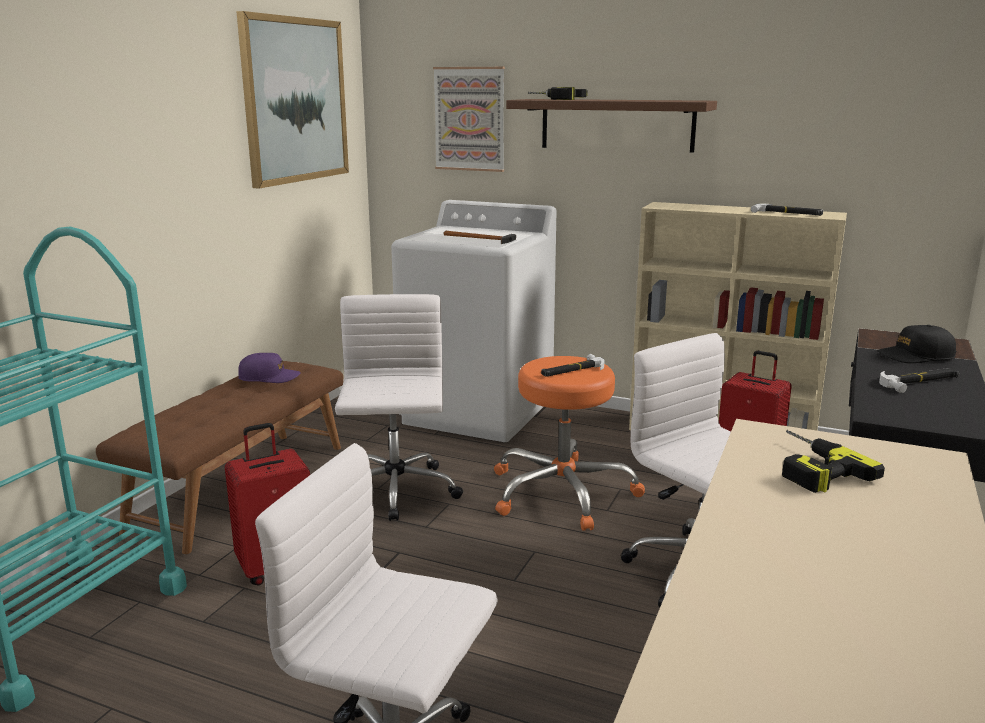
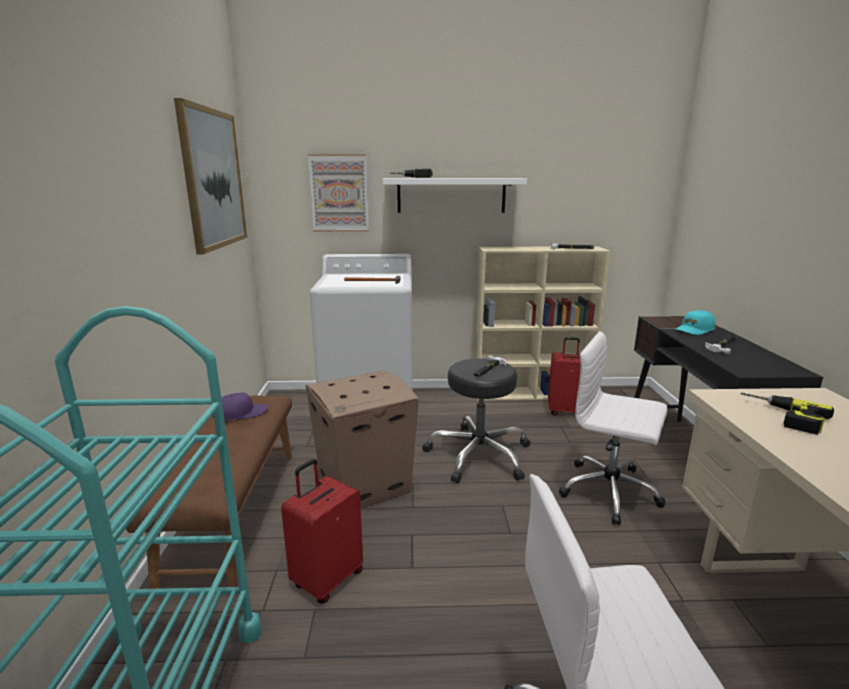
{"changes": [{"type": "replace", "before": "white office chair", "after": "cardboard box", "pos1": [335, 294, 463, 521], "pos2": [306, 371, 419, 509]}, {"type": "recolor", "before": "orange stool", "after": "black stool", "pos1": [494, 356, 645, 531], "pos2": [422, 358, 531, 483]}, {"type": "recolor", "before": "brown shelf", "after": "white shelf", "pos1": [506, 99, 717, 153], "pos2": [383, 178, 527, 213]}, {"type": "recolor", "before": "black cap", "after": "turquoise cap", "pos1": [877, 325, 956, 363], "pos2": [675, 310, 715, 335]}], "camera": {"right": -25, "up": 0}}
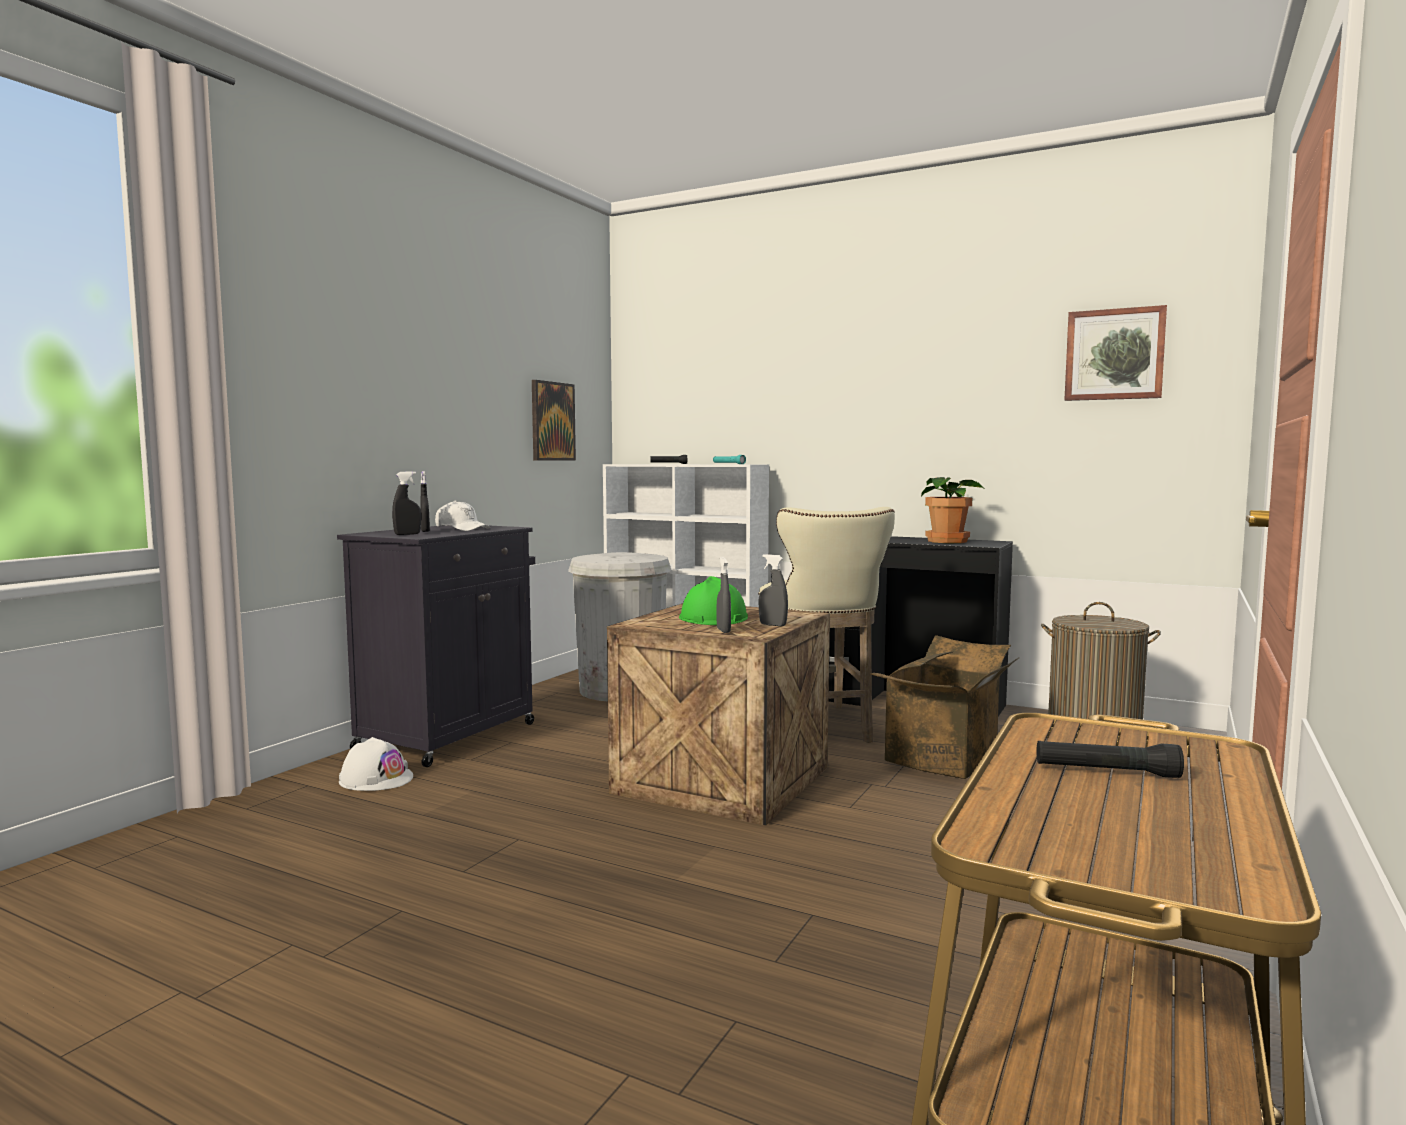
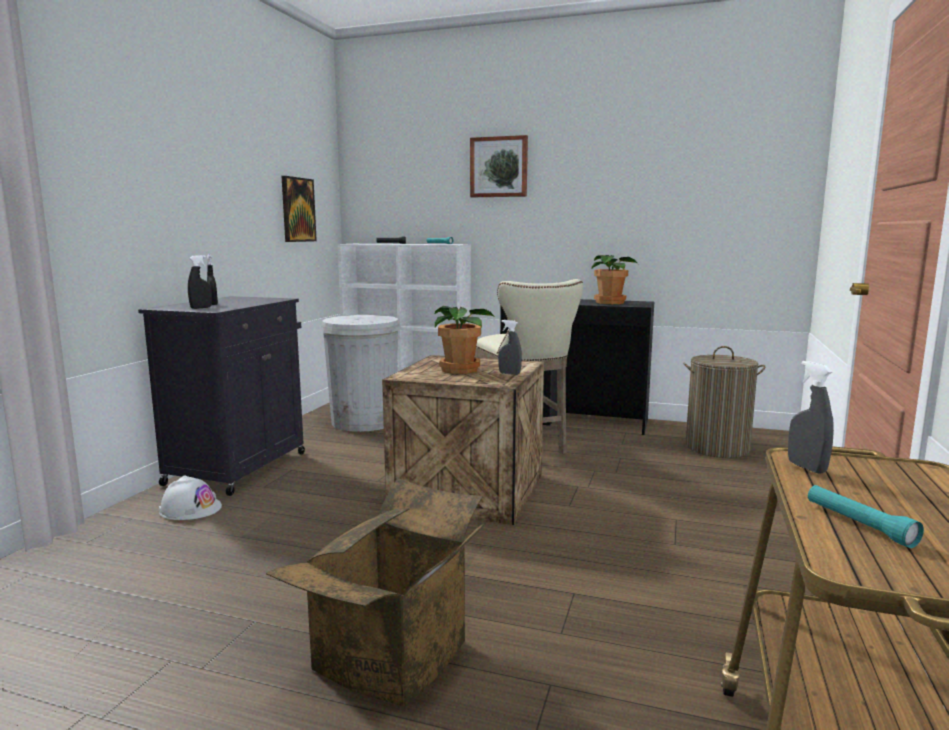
{"changes": [{"type": "delete", "before": "white cap", "pos1": [435, 500, 490, 531]}, {"type": "replace", "before": "green hard hat", "after": "potted plant", "pos1": [679, 576, 748, 625], "pos2": [435, 306, 495, 374]}, {"type": "move", "before": "grey spray bottle", "pos1": [717, 557, 731, 633], "pos2": [788, 361, 834, 474]}, {"type": "move", "before": "cardboard box", "pos1": [870, 635, 1019, 779], "pos2": [266, 478, 486, 707]}, {"type": "delete", "before": "black flashlight", "pos1": [1037, 741, 1184, 778]}, {"type": "move", "before": "picture", "pos1": [1064, 305, 1167, 401], "pos2": [470, 135, 528, 197]}, {"type": "insert", "after": "turquoise flashlight", "pos2": [808, 485, 924, 548]}], "camera": {"right": -10, "up": 5}}
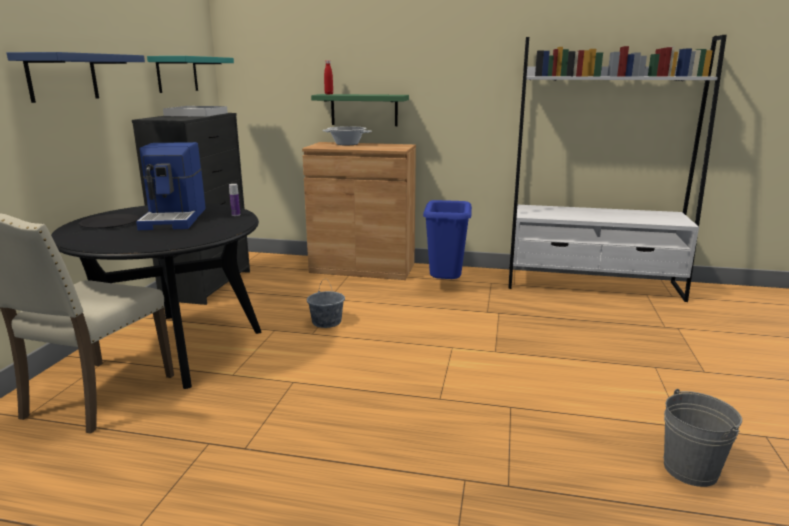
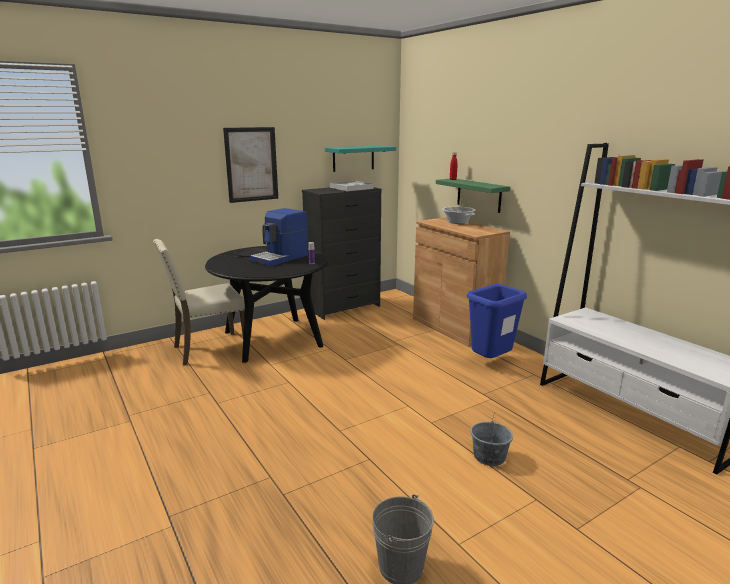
{"changes": [{"type": "replace", "before": "blue shelf", "after": "picture", "pos1": [6, 52, 145, 103], "pos2": [223, 127, 278, 203]}, {"type": "move", "before": "grey bucket", "pos1": [307, 279, 345, 328], "pos2": [471, 413, 513, 466]}], "camera": {"right": 45, "up": 0}}
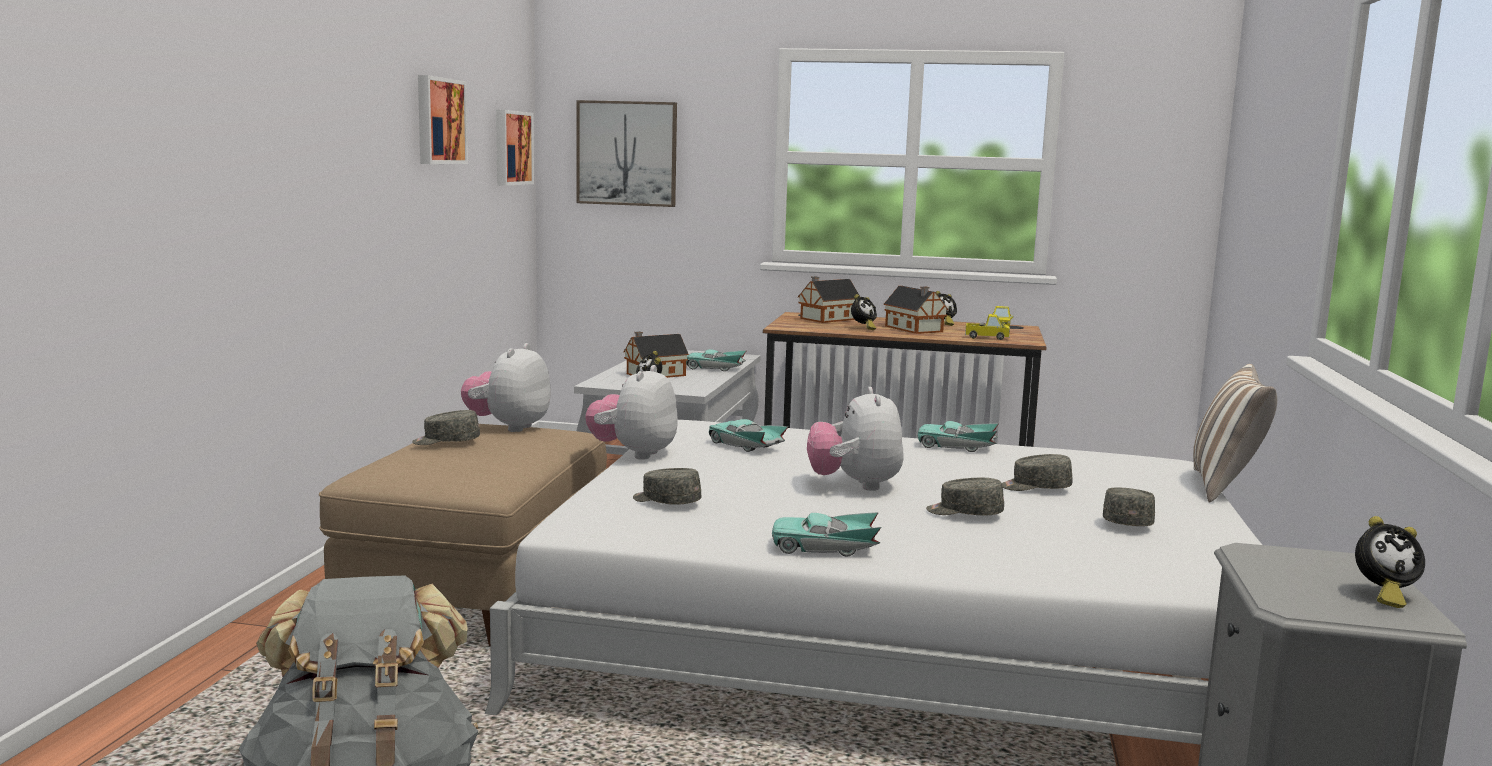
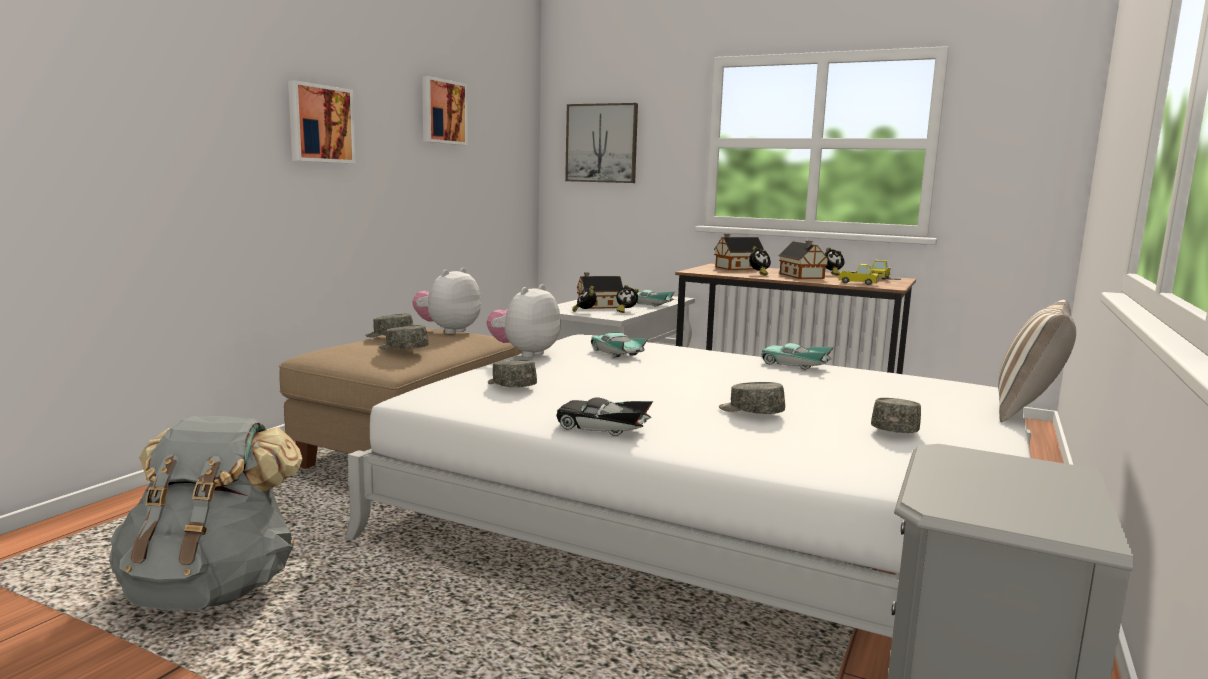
{"changes": [{"type": "move", "before": "picture", "pos1": [496, 110, 534, 186], "pos2": [288, 80, 356, 163]}, {"type": "recolor", "before": "turquoise toy car", "after": "black toy car", "pos1": [772, 512, 881, 557], "pos2": [556, 397, 653, 436]}, {"type": "delete", "before": "plush toy", "pos1": [807, 387, 904, 491]}, {"type": "move", "before": "grey cap", "pos1": [1002, 454, 1073, 491], "pos2": [378, 325, 429, 350]}, {"type": "move", "before": "alarm clock", "pos1": [1355, 516, 1425, 608], "pos2": [616, 285, 639, 313]}], "camera": {"right": 15, "up": 0}}
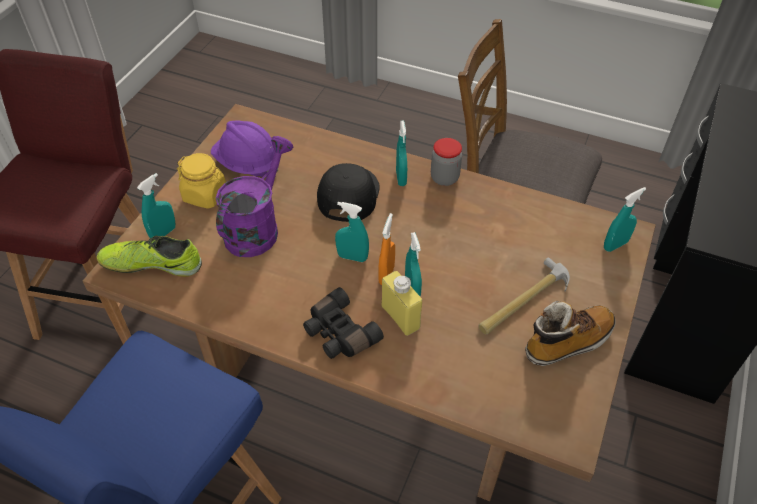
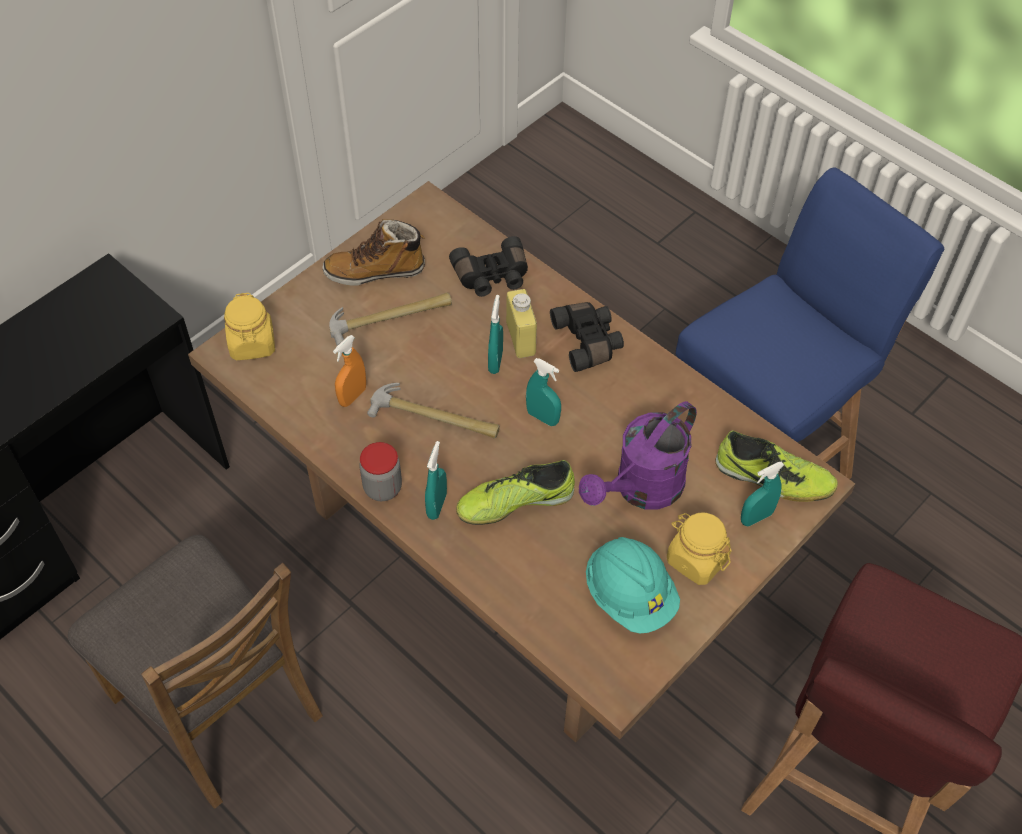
{"changes": [{"type": "recolor", "before": "purple hard hat", "after": "turquoise hard hat", "pos1": [211, 121, 279, 177], "pos2": [586, 537, 680, 633]}, {"type": "replace", "before": "black cap", "after": "shoe", "pos1": [317, 163, 380, 222], "pos2": [456, 460, 575, 525]}, {"type": "move", "before": "orange spray bottle", "pos1": [378, 213, 395, 285], "pos2": [333, 335, 366, 407]}, {"type": "replace", "before": "turquoise spray bottle", "after": "yellow jar", "pos1": [604, 187, 646, 252], "pos2": [224, 293, 275, 360]}, {"type": "insert", "after": "hammer", "pos2": [367, 383, 500, 438]}, {"type": "insert", "after": "black binoculars", "pos2": [449, 236, 528, 297]}], "camera": {"right": -160, "up": 5}}
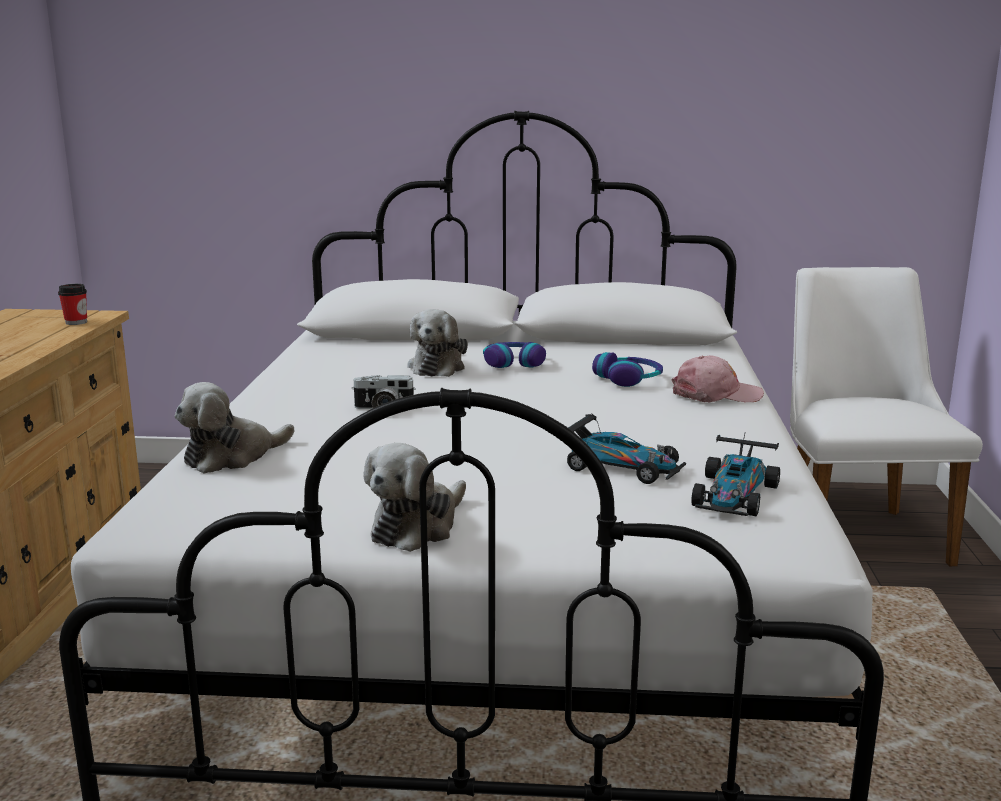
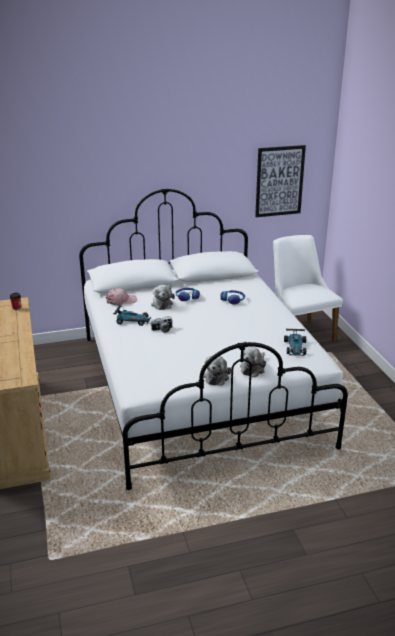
{"changes": [{"type": "move", "before": "plush toy", "pos1": [175, 382, 295, 474], "pos2": [240, 346, 266, 377]}, {"type": "move", "before": "toy car", "pos1": [567, 413, 686, 484], "pos2": [113, 305, 151, 326]}, {"type": "move", "before": "pink cap", "pos1": [671, 355, 764, 402], "pos2": [105, 288, 137, 306]}, {"type": "insert", "after": "picture", "pos2": [255, 145, 306, 217]}], "camera": {"right": -20, "up": 10}}
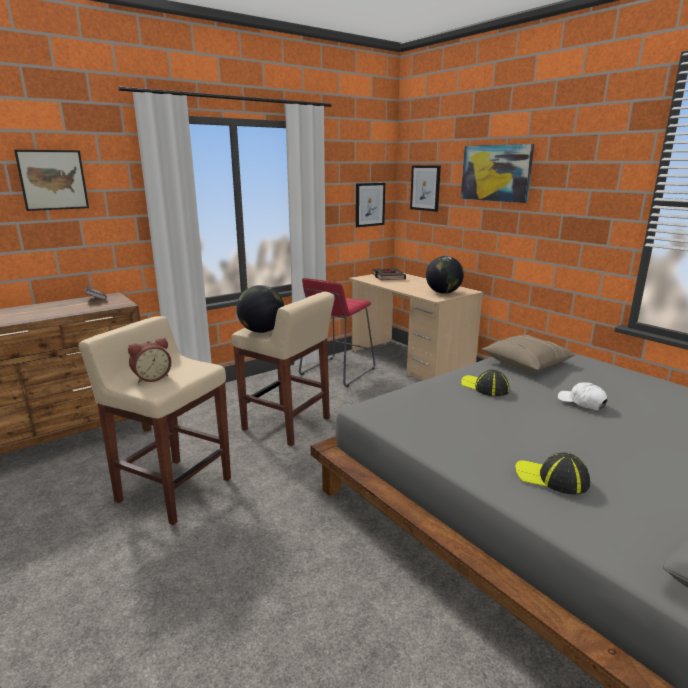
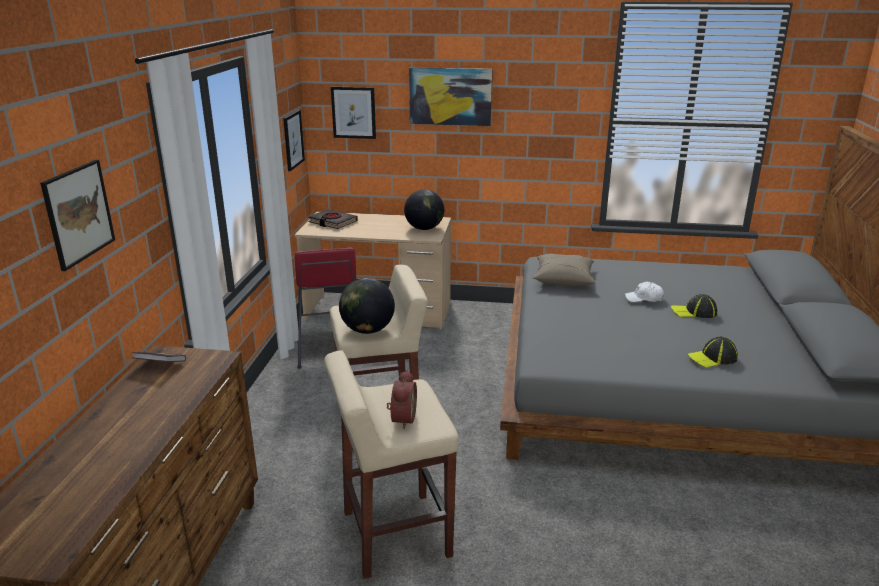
{"changes": [{"type": "move", "before": "cap", "pos1": [461, 370, 509, 396], "pos2": [671, 294, 717, 318]}], "camera": {"right": -45, "up": 5}}
